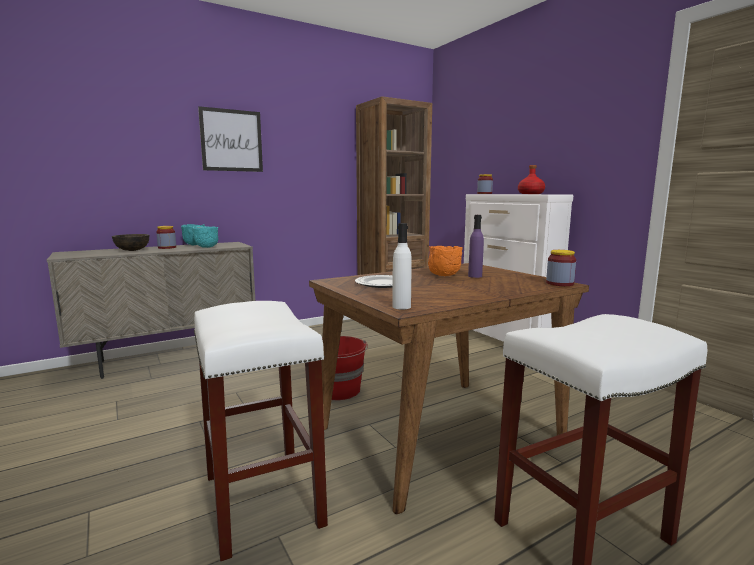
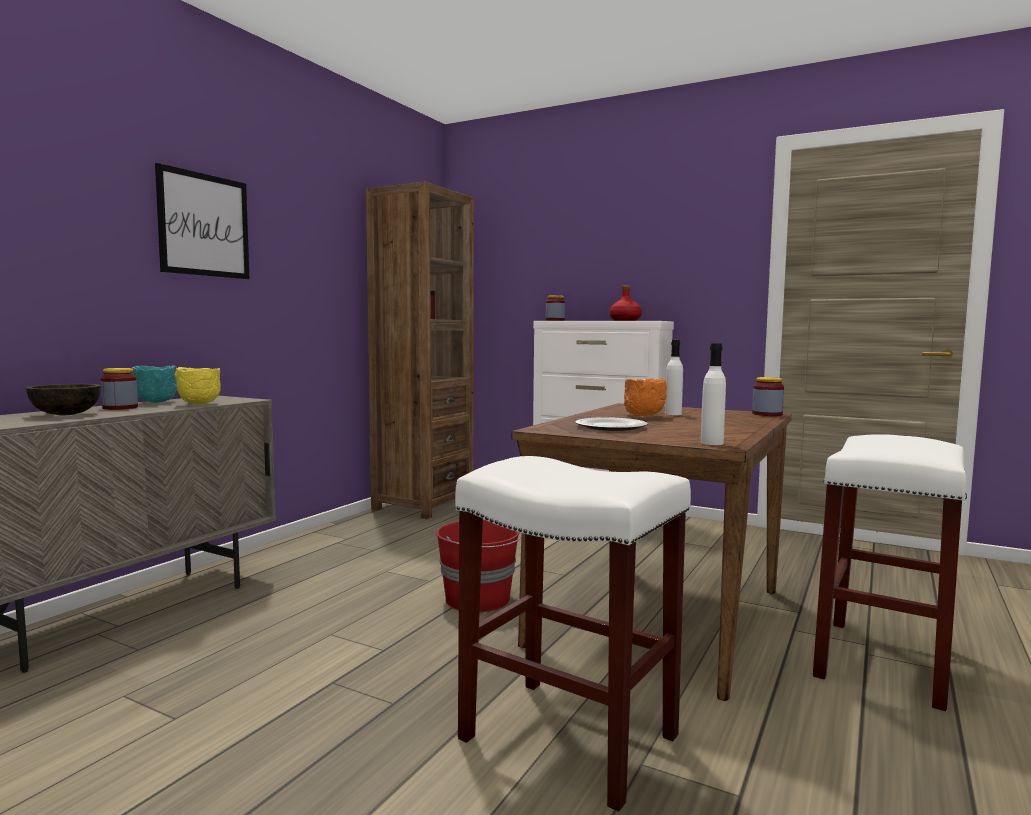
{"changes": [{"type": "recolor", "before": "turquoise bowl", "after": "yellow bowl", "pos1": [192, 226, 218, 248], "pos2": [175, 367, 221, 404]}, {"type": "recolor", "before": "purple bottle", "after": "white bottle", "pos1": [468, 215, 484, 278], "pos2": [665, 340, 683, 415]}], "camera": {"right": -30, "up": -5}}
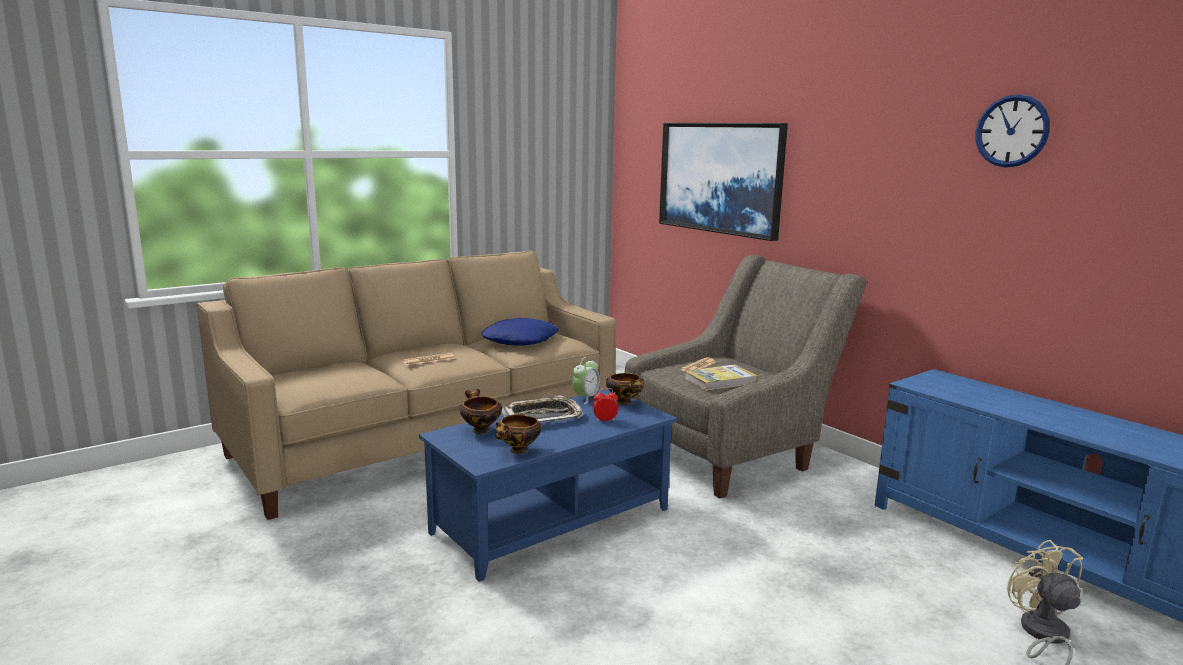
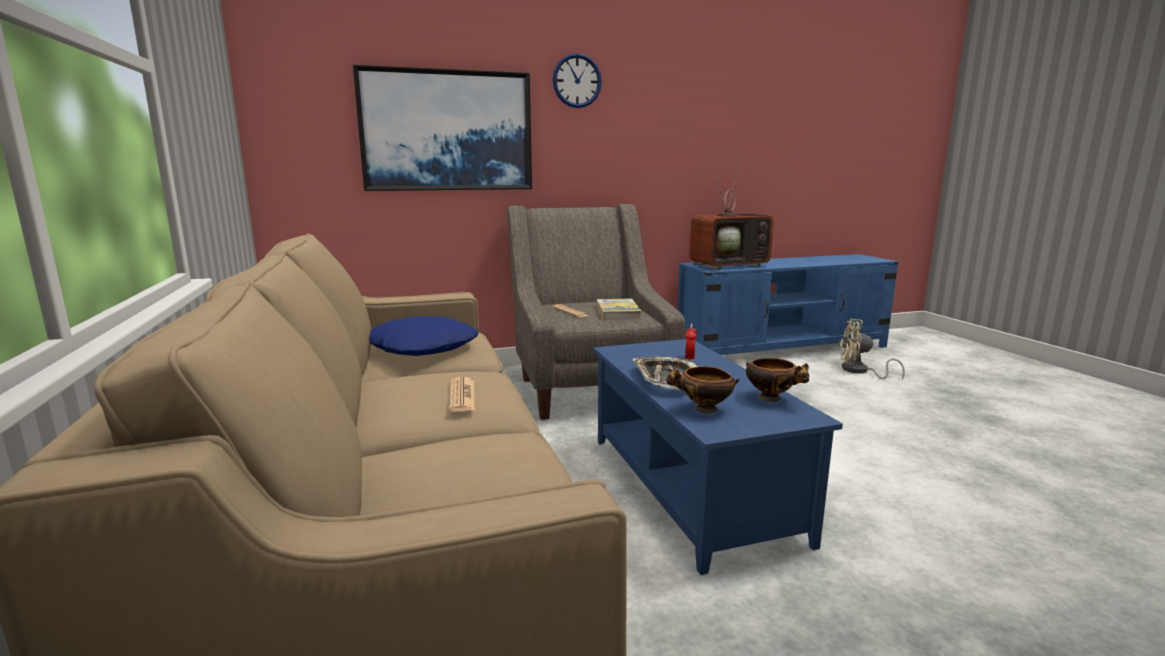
{"changes": [{"type": "delete", "before": "alarm clock", "pos1": [572, 357, 600, 404]}, {"type": "delete", "before": "bowl", "pos1": [606, 373, 644, 405]}, {"type": "move", "before": "wall clock", "pos1": [976, 94, 1050, 168], "pos2": [553, 53, 602, 108]}, {"type": "insert", "after": "television", "pos2": [689, 170, 774, 270]}], "camera": {"right": -70, "up": 0}}
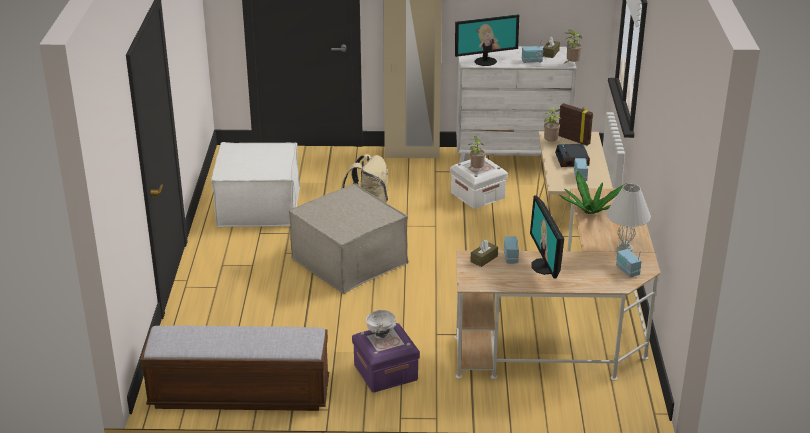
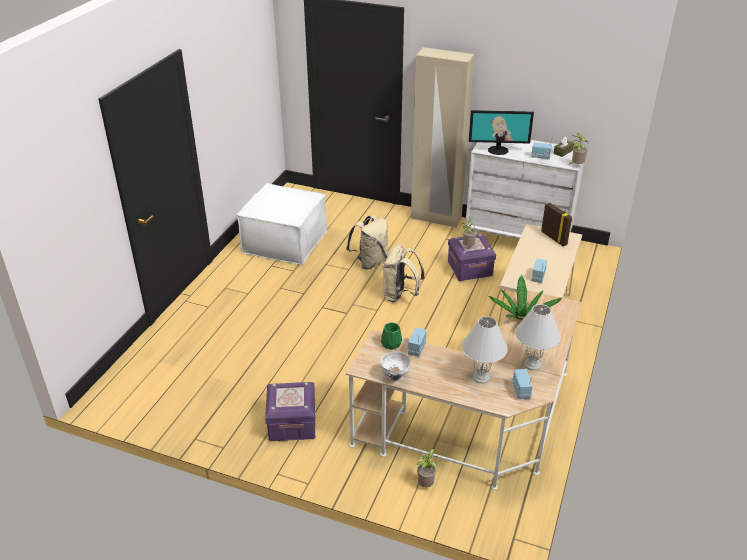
{"changes": [{"type": "delete", "before": "bench", "pos1": [140, 326, 329, 411]}, {"type": "delete", "before": "beige ottoman", "pos1": [289, 183, 408, 294]}, {"type": "move", "before": "white bowl", "pos1": [366, 310, 396, 339], "pos2": [380, 352, 411, 382]}, {"type": "recolor", "before": "white storage box", "after": "purple storage box", "pos1": [450, 157, 508, 209], "pos2": [448, 234, 496, 281]}, {"type": "replace", "before": "brown tissue box", "after": "green vase", "pos1": [470, 239, 498, 267], "pos2": [381, 323, 402, 350]}, {"type": "delete", "before": "monitor", "pos1": [530, 195, 564, 279]}, {"type": "move", "before": "potted plant", "pos1": [544, 107, 560, 141], "pos2": [417, 449, 437, 487]}, {"type": "delete", "before": "alarm clock", "pos1": [555, 144, 590, 167]}, {"type": "insert", "after": "beige backpack", "pos2": [382, 245, 425, 302]}, {"type": "insert", "after": "white table lamp", "pos2": [461, 316, 508, 384]}], "camera": {"right": 20, "up": 5}}
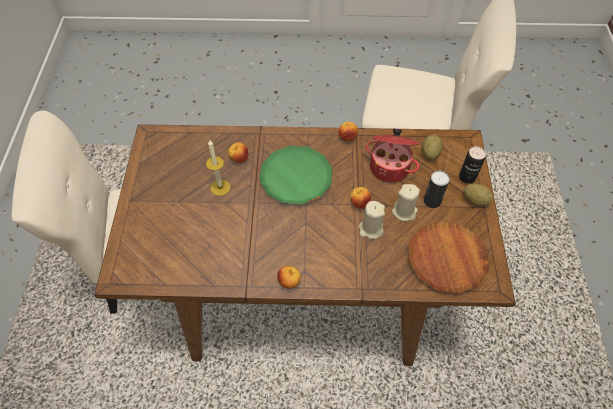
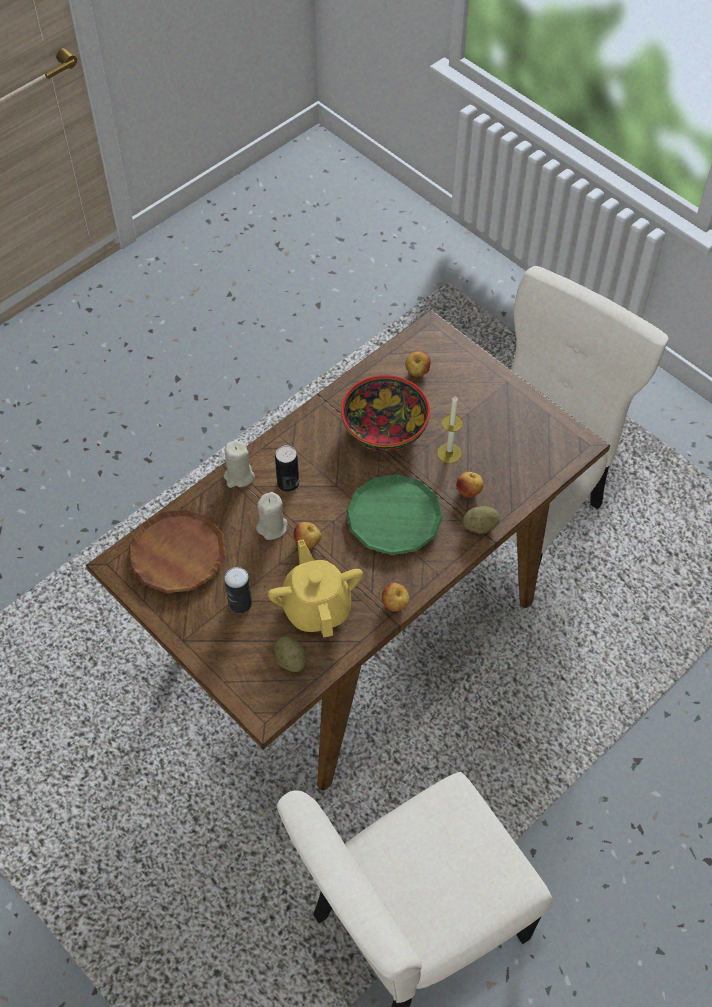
{"changes": [{"type": "move", "before": "apple", "pos1": [277, 266, 301, 289], "pos2": [405, 351, 431, 377]}, {"type": "replace", "before": "cooking pot", "after": "yellow teapot", "pos1": [366, 128, 419, 183], "pos2": [268, 539, 363, 638]}, {"type": "move", "before": "beige candle", "pos1": [392, 184, 420, 221], "pos2": [224, 441, 255, 488]}, {"type": "move", "before": "can", "pos1": [459, 146, 486, 184], "pos2": [275, 445, 299, 492]}, {"type": "move", "before": "potato", "pos1": [464, 184, 493, 206], "pos2": [463, 506, 500, 534]}, {"type": "insert", "after": "bowl", "pos2": [341, 375, 430, 452]}], "camera": {"right": 135, "up": 0}}
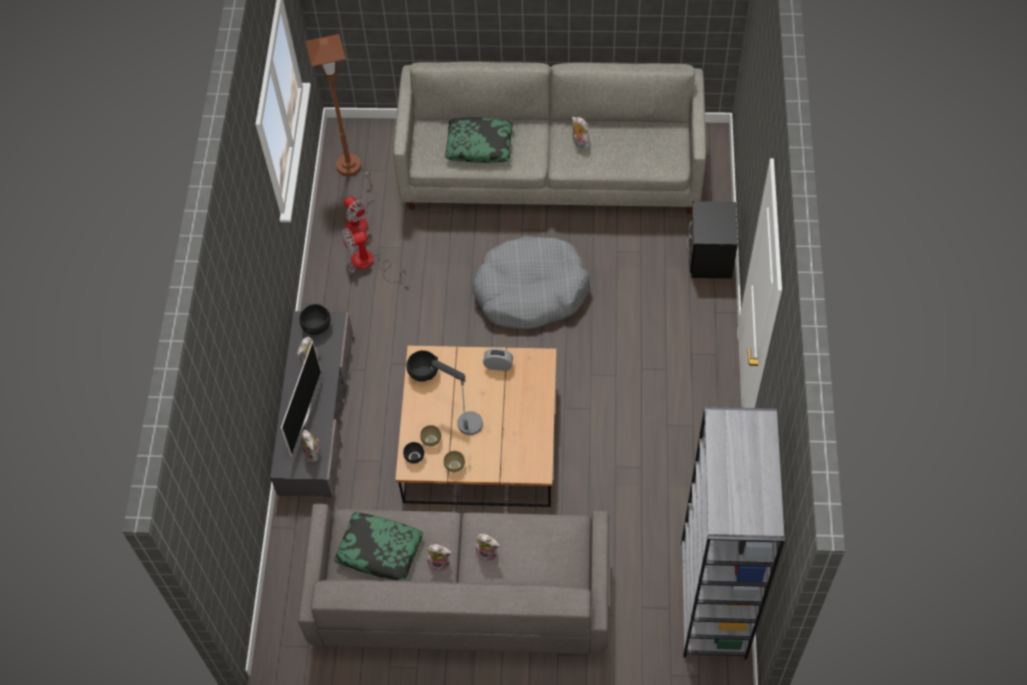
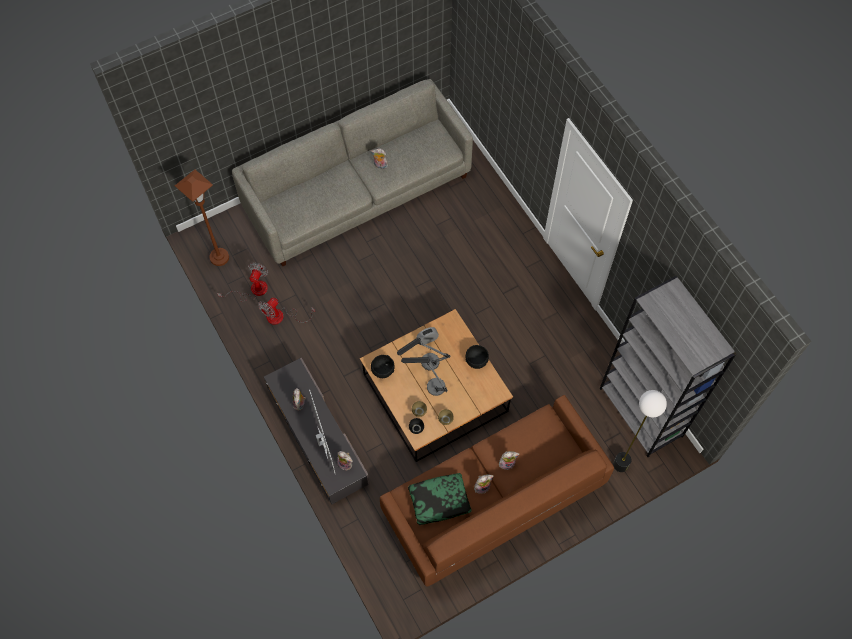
{"changes": [{"type": "recolor", "before": "grey sofa", "after": "brown sofa", "pos1": [298, 504, 609, 654], "pos2": [380, 395, 614, 586]}, {"type": "move", "before": "black bowl", "pos1": [299, 304, 331, 335], "pos2": [465, 345, 489, 369]}, {"type": "rotate", "before": "fan", "pos1": [344, 171, 374, 234], "pos2": [217, 263, 268, 302], "turn": -90}, {"type": "delete", "before": "pillow", "pos1": [445, 118, 513, 163]}, {"type": "delete", "before": "grey dog bed", "pos1": [472, 236, 590, 329]}, {"type": "delete", "before": "black nightstand", "pos1": [687, 201, 738, 279]}, {"type": "insert", "after": "table lamp", "pos2": [397, 338, 450, 370]}, {"type": "insert", "after": "floor lamp", "pos2": [613, 390, 667, 472]}], "camera": {"right": -35, "up": 5}}
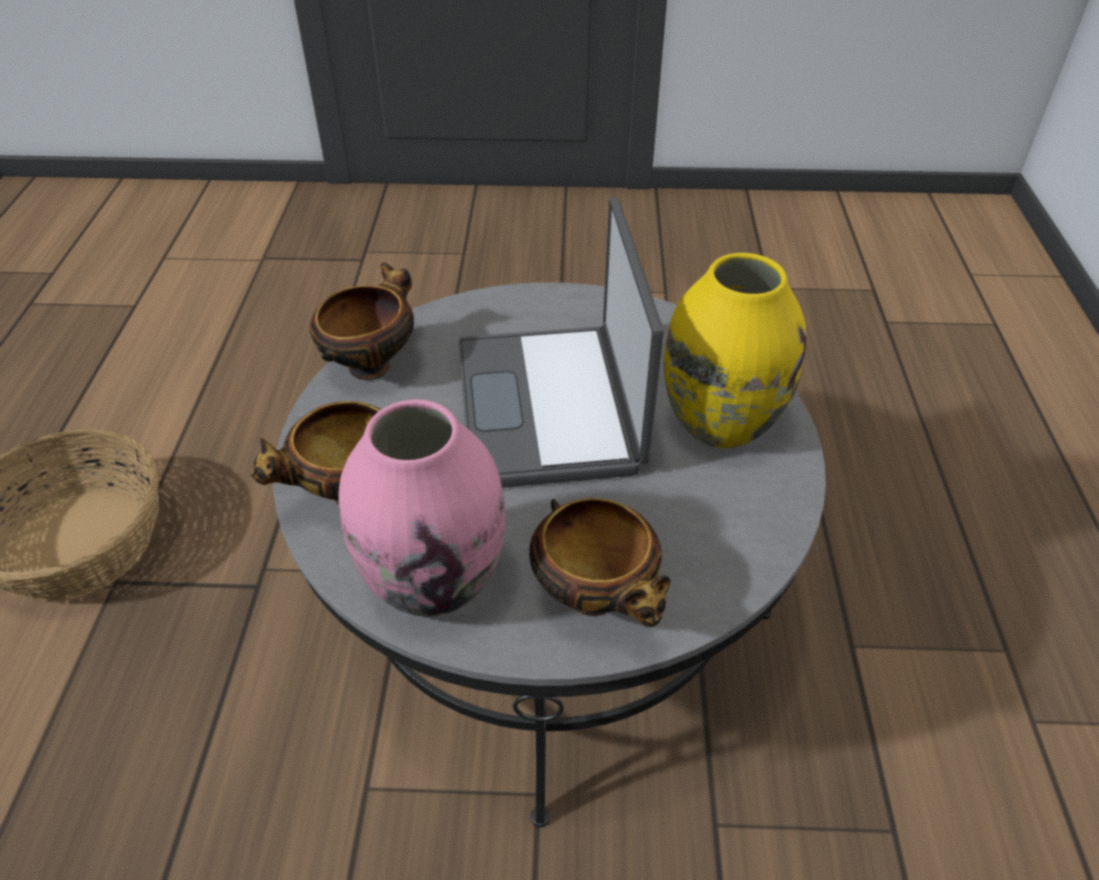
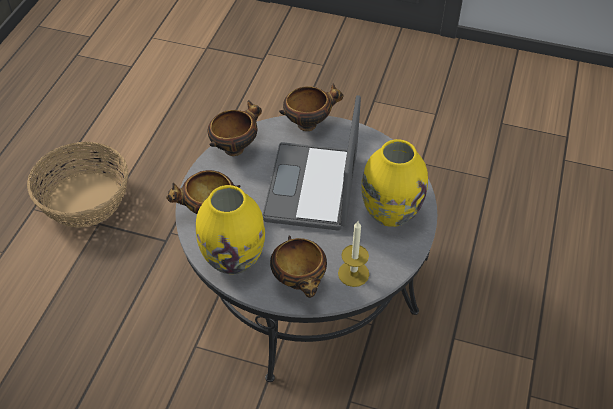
{"changes": [{"type": "recolor", "before": "pink vase", "after": "yellow vase", "pos1": [338, 399, 506, 617], "pos2": [196, 185, 265, 274]}, {"type": "insert", "after": "bowl", "pos2": [279, 83, 344, 131]}, {"type": "insert", "after": "candle", "pos2": [338, 221, 369, 287]}], "camera": {"right": 15, "up": 5}}
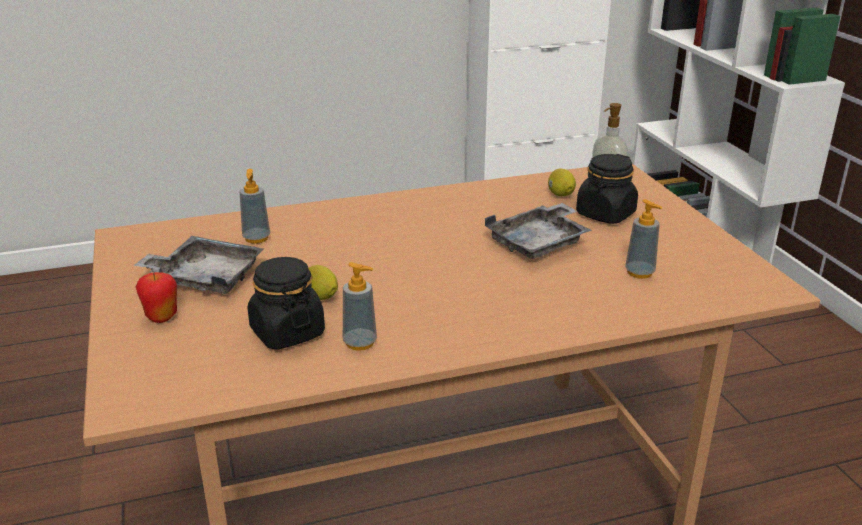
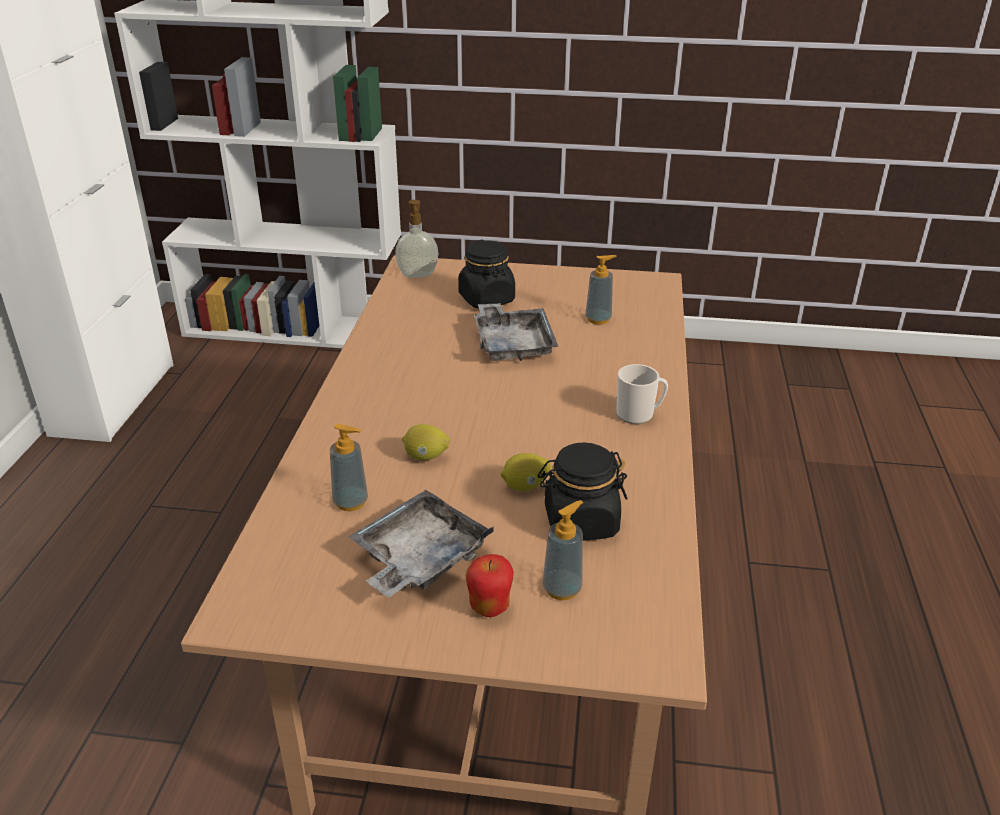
{"changes": [{"type": "move", "before": "soap dispenser", "pos1": [343, 262, 377, 351], "pos2": [543, 500, 583, 600]}, {"type": "move", "before": "lemon", "pos1": [548, 169, 576, 196], "pos2": [402, 424, 450, 460]}, {"type": "insert", "after": "mug", "pos2": [616, 364, 668, 424]}], "camera": {"right": -65, "up": 5}}
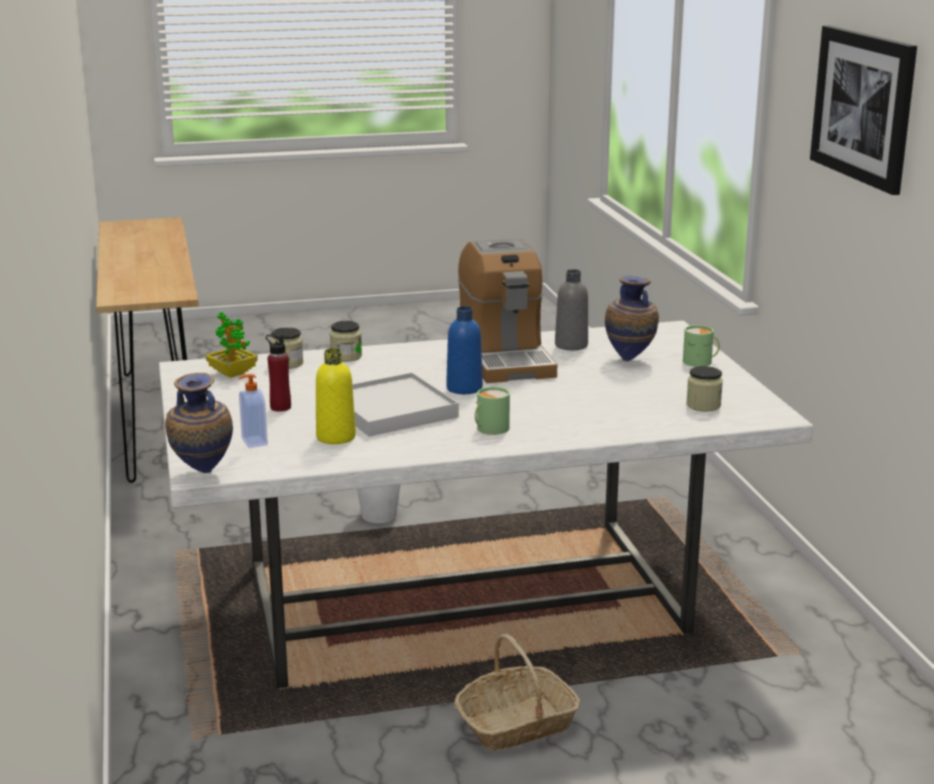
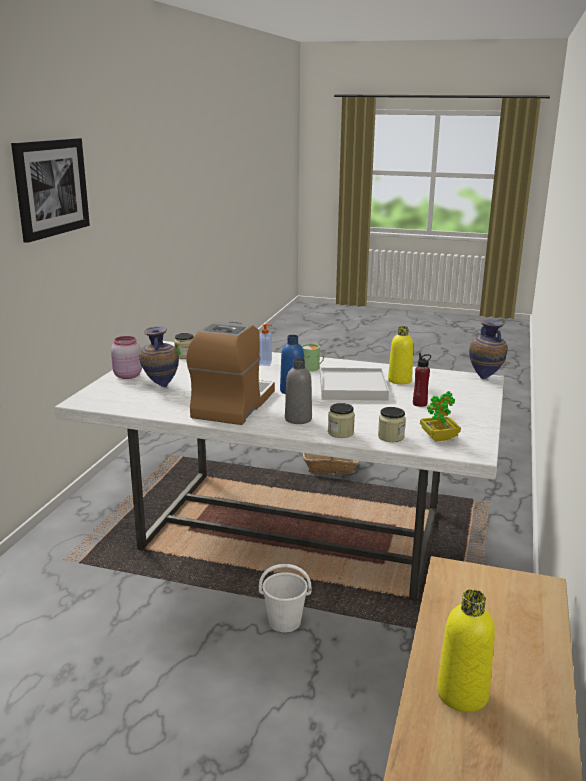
{"changes": [{"type": "move", "before": "soap dispenser", "pos1": [238, 374, 268, 448], "pos2": [259, 324, 272, 366]}, {"type": "move", "before": "grey bottle", "pos1": [555, 269, 588, 350], "pos2": [285, 358, 312, 424]}, {"type": "replace", "before": "green mug", "after": "pink jar", "pos1": [683, 325, 720, 367], "pos2": [111, 336, 142, 379]}, {"type": "insert", "after": "yellow bottle", "pos2": [437, 589, 495, 712]}], "camera": {"right": -150, "up": 0}}
